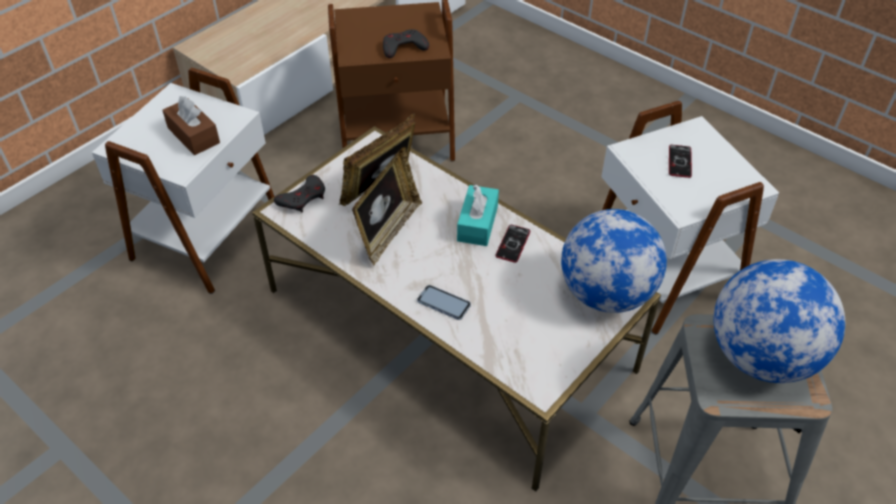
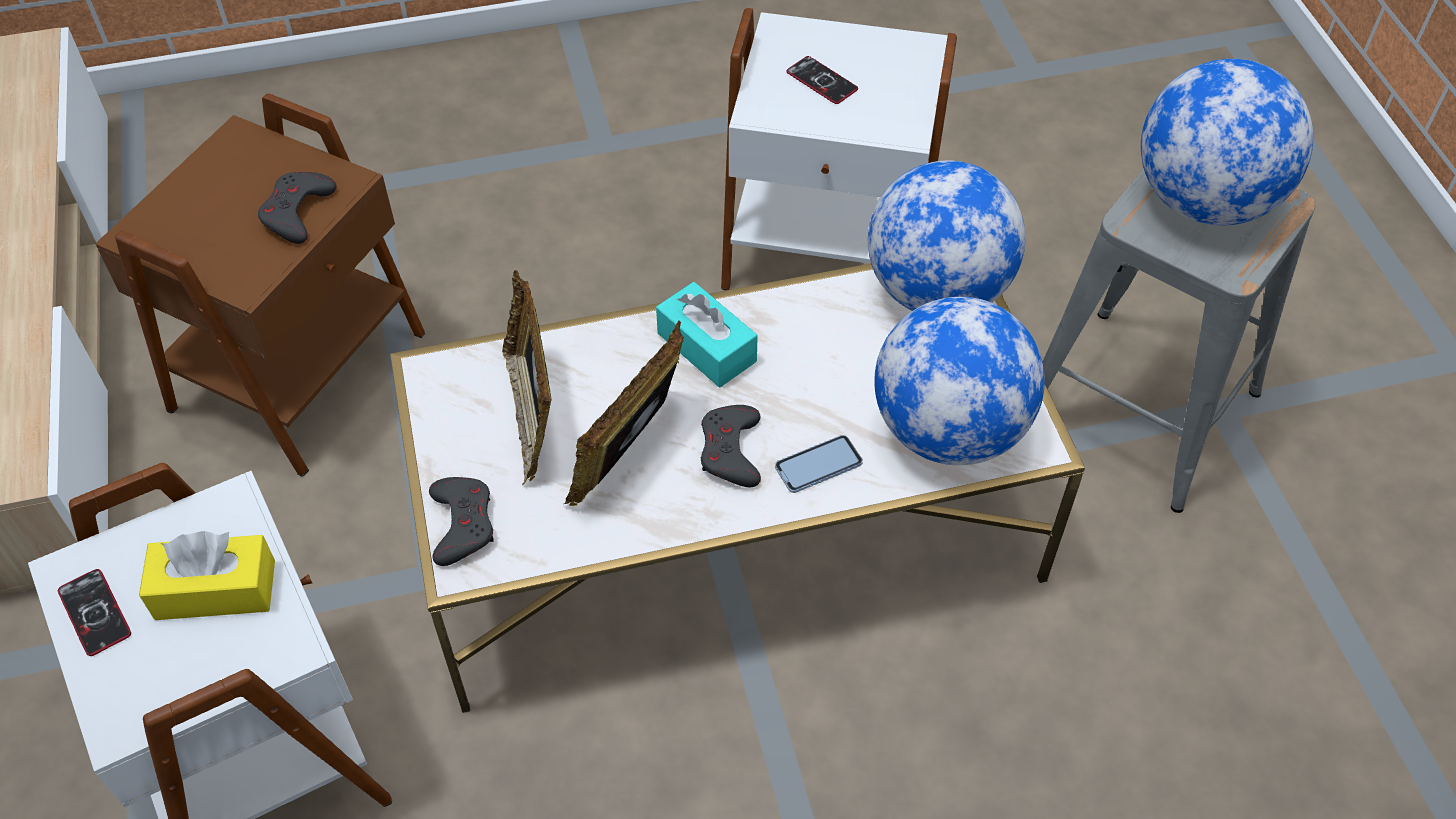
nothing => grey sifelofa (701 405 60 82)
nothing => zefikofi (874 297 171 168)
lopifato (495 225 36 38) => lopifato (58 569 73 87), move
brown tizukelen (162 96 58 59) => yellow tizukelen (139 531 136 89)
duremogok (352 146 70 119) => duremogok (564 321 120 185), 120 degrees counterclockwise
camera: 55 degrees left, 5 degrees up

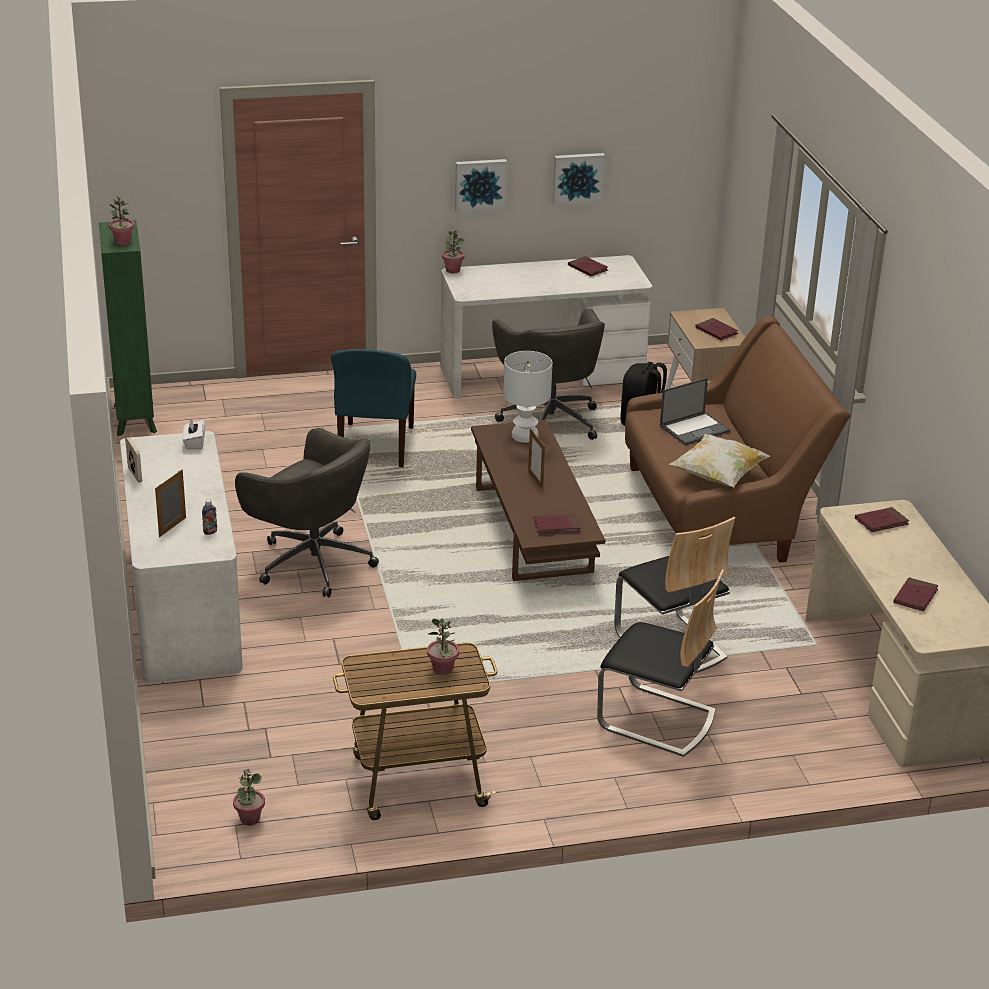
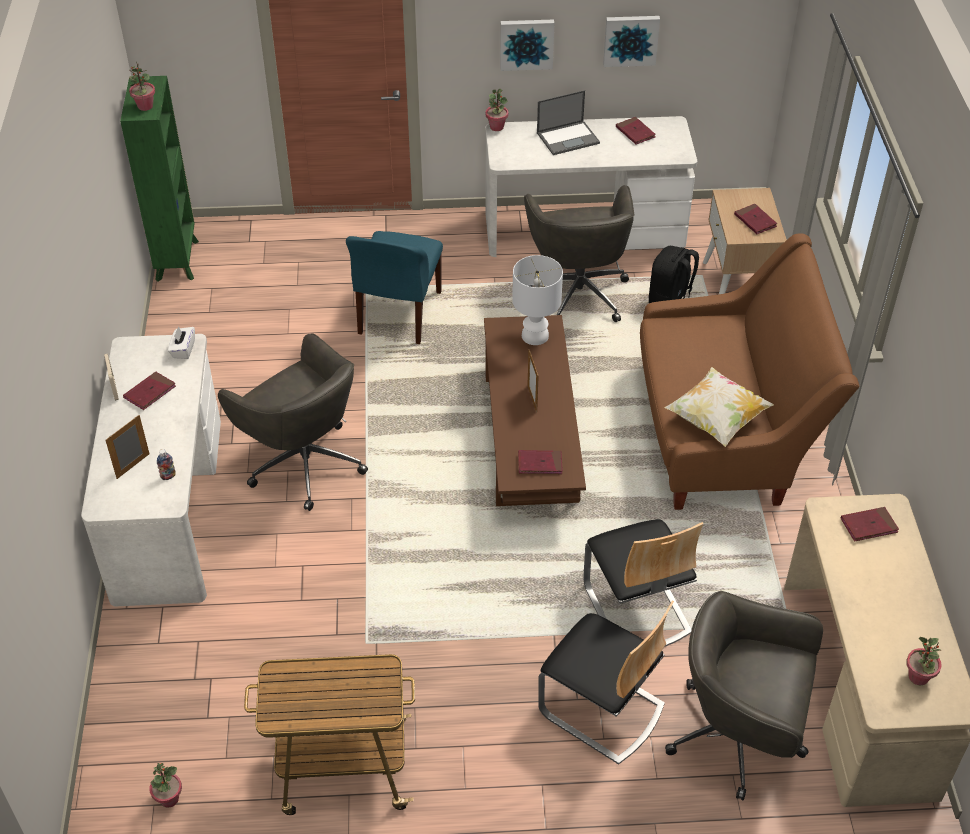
nothing => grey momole (665 591 158 209)
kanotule (427 618 32 57) => kanotule (906 637 36 48), move
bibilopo (660 378 70 67) => bibilopo (537 90 63 65), move
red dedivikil (893 577 46 34) => red dedivikil (123 372 53 38), move
camera: 10 degrees right, 15 degrees up

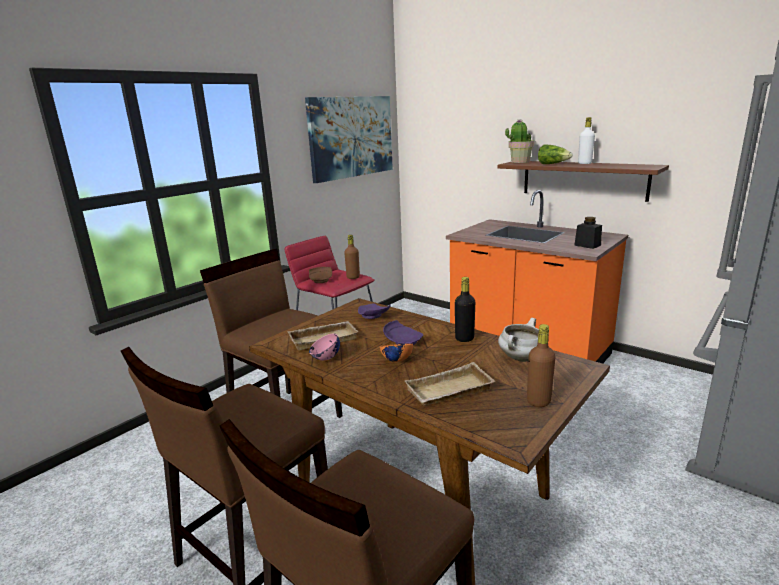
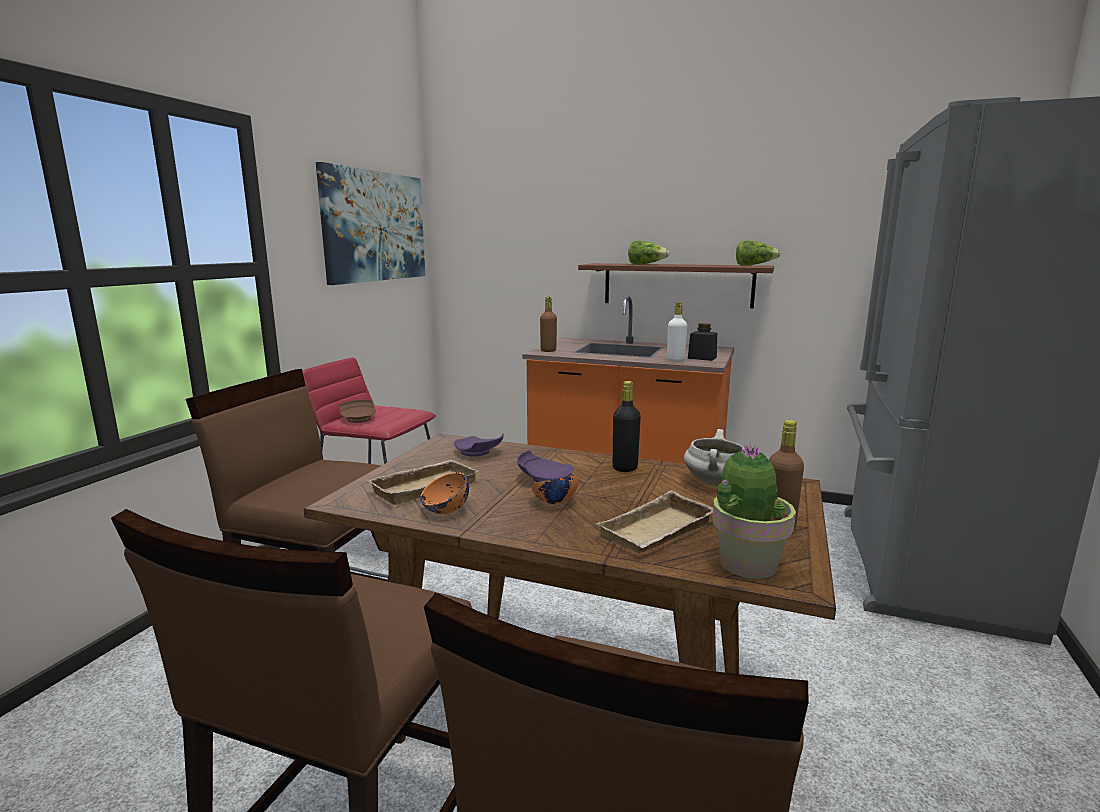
nothing => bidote (736 241 45 25)
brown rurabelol (344 235 16 44) => brown rurabelol (540 297 17 55), move
kanotule (505 119 29 44) => kanotule (712 444 84 135), move
white rurabelol (578 117 17 47) => white rurabelol (667 302 20 60), move
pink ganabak (309 334 31 26) => orange ganabak (420 472 49 42)
camera: 20 degrees left, 5 degrees down

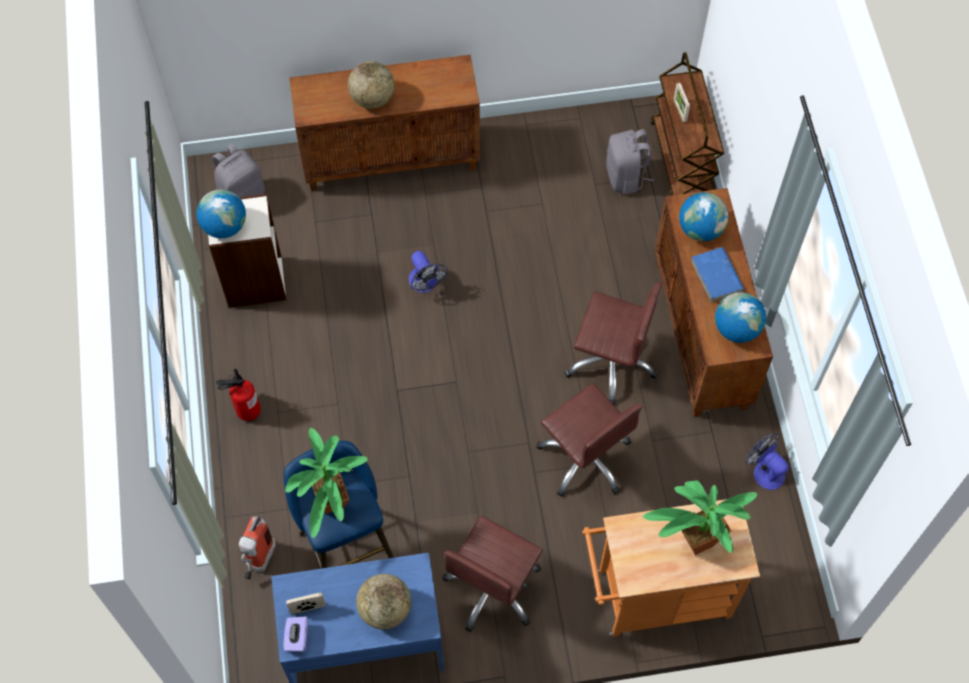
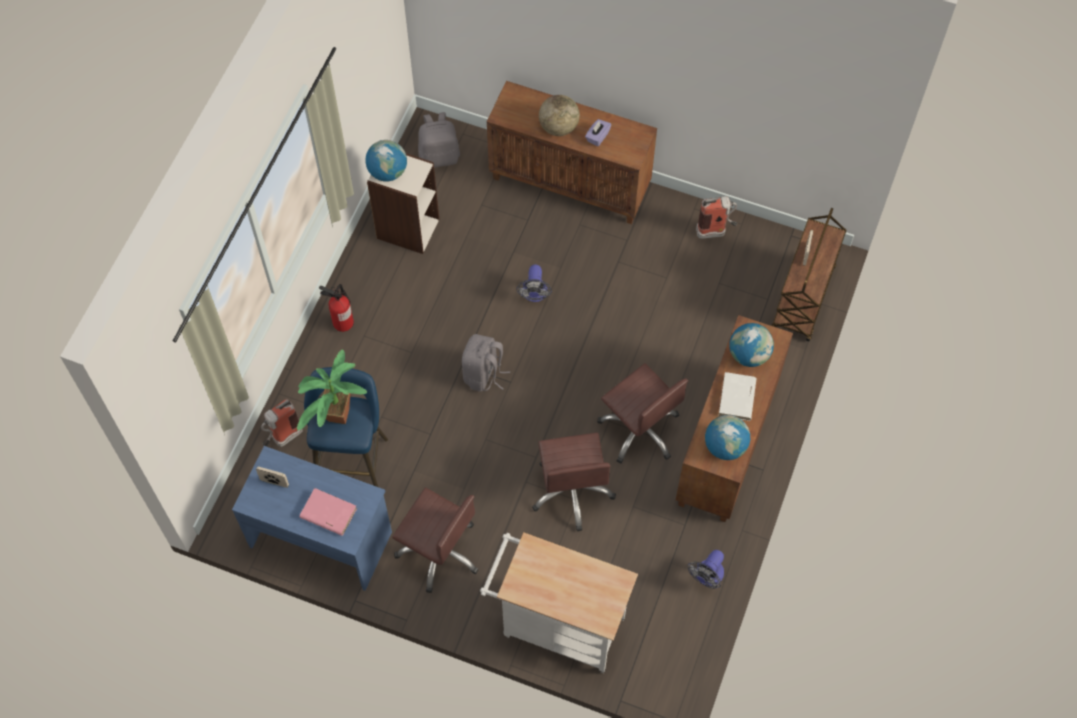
kanotule (643 480 114 75) => nothing
nothing => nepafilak (696 196 41 43)
purple tizukelen (284 617 24 35) => purple tizukelen (585 119 26 28), move
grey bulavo (606 129 48 65) => grey bulavo (462 334 48 58), move
zefikofi (356 574 55 55) => pink dedivikil (300 488 57 48)
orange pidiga (582 499 178 138) => white pidiga (480 532 158 141)
blue dedivikil (691 247 54 56) => white dedivikil (719 372 37 49)
brown momole (443 516 100 116) => brown momole (392 488 87 105), 120 degrees counterclockwise
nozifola (746 433 43 57) => nozifola (688 550 36 39), 135 degrees counterclockwise
camera: 30 degrees right, 0 degrees up

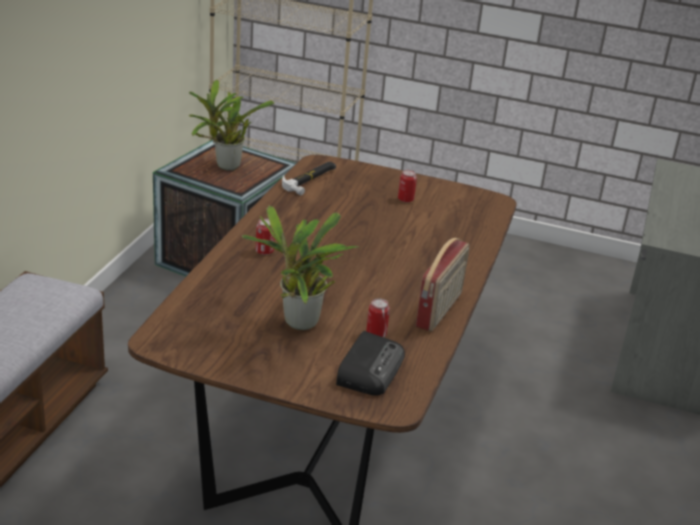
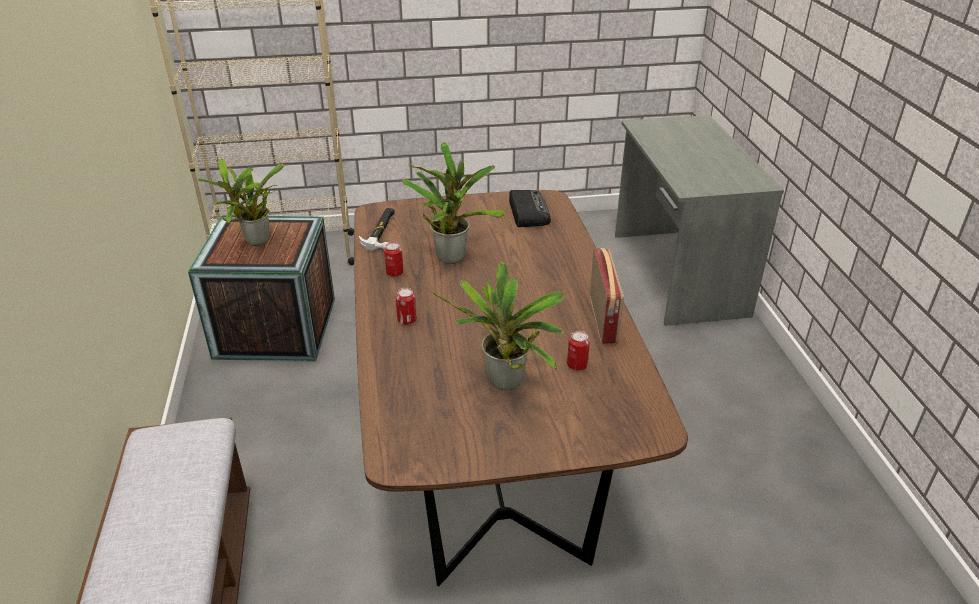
nothing => kanotule (402 142 103 122)
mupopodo (336 331 69 64) => mupopodo (509 190 42 37), move
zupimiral (398 170 19 33) => zupimiral (384 242 19 35), move
camera: 25 degrees left, 5 degrees up

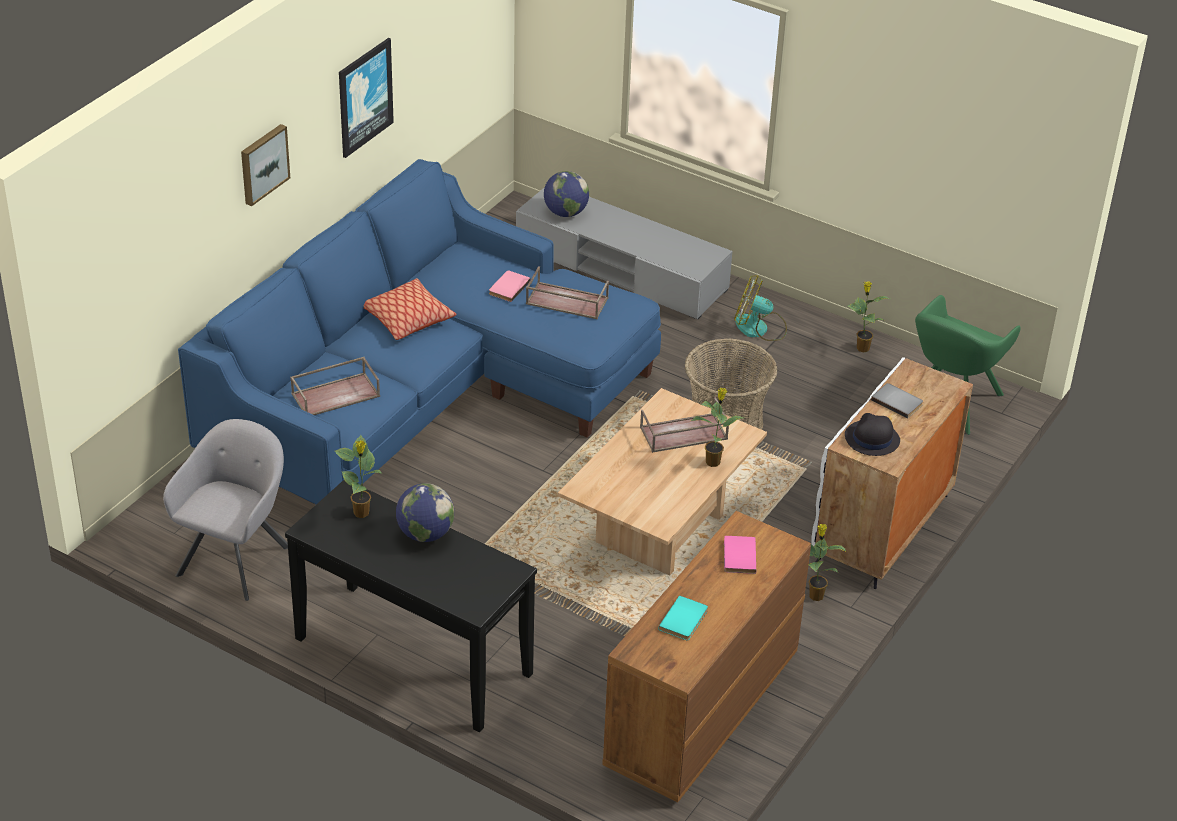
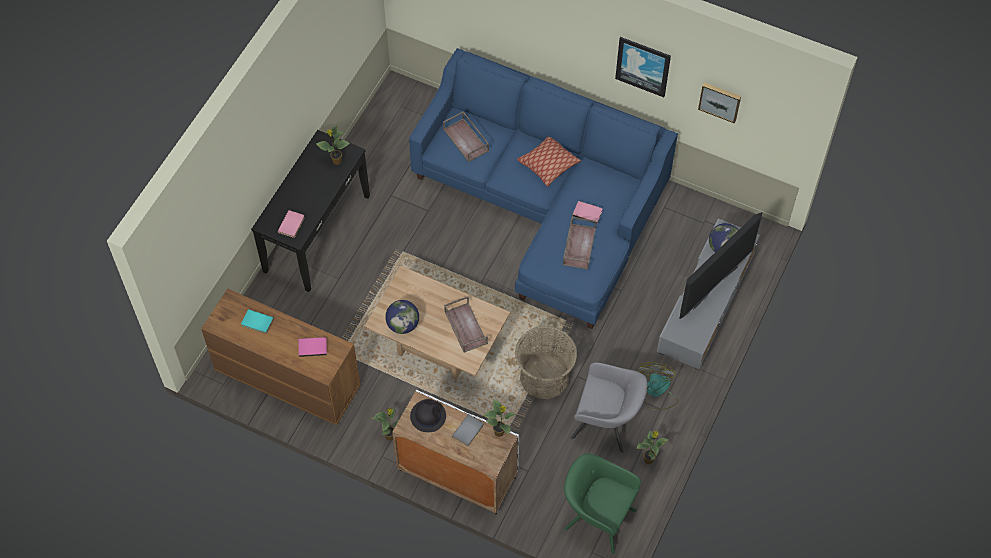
nothing => pink dedivikil (278 210 27 28)
nothing => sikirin (679 212 83 107)
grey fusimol (163 419 125 182) => grey fusimol (571 362 76 91), move
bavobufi (241 124 49 82) => bavobufi (698 82 43 41), move
zefikofi (396 483 58 59) => zefikofi (385 300 34 34), move
kanotule (691 388 53 79) => kanotule (483 399 33 38), move
camera: 85 degrees right, 20 degrees up

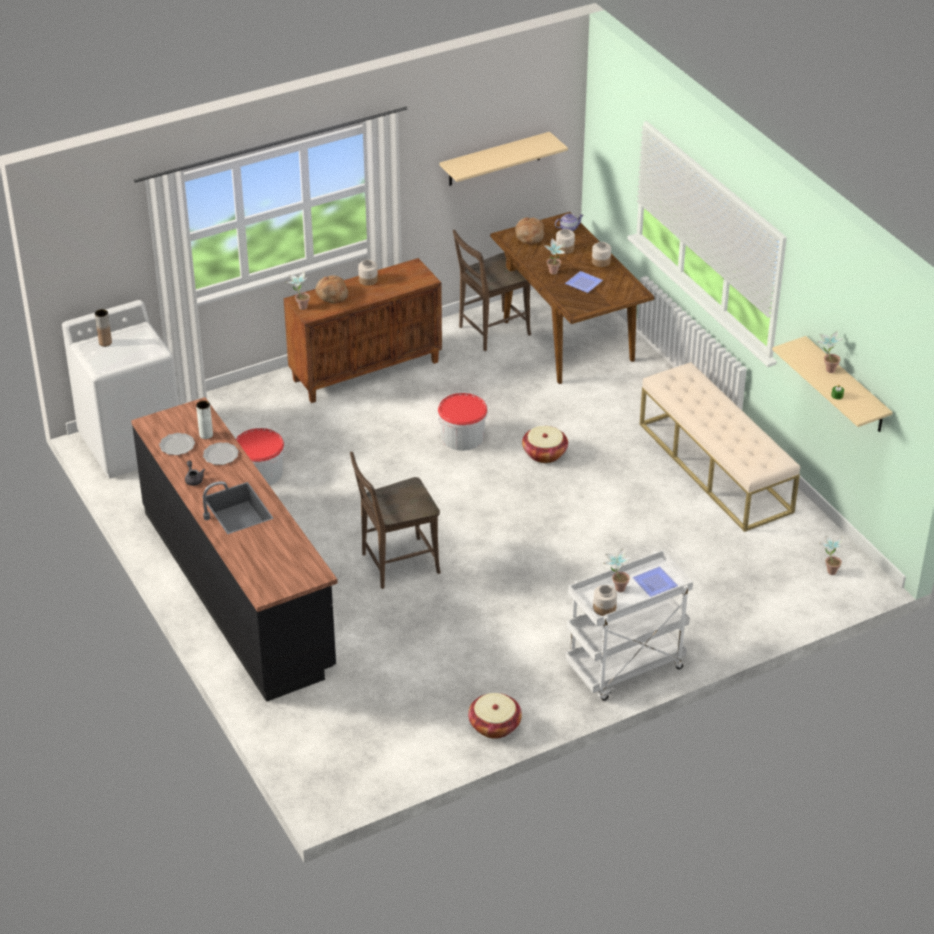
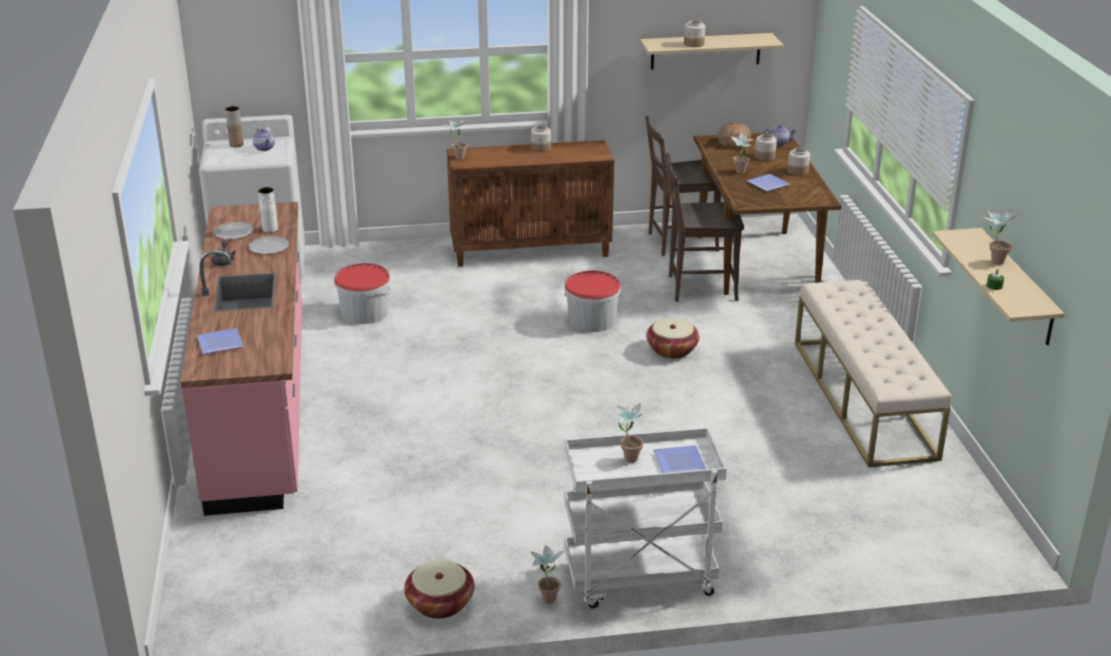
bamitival (315 275 33 29) => nothing
nothing => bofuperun (197 328 47 26)
nothing => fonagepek (253 128 22 23)
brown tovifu (350 452 91 137) => brown tovifu (665 153 79 149), move
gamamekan (593 585 24 31) => gamamekan (684 20 21 27), move
kanotule (818 536 25 39) => kanotule (530 545 34 59), move
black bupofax (131 397 207 305) => pink bupofax (181 202 121 314)
camera: 20 degrees right, 10 degrees down

